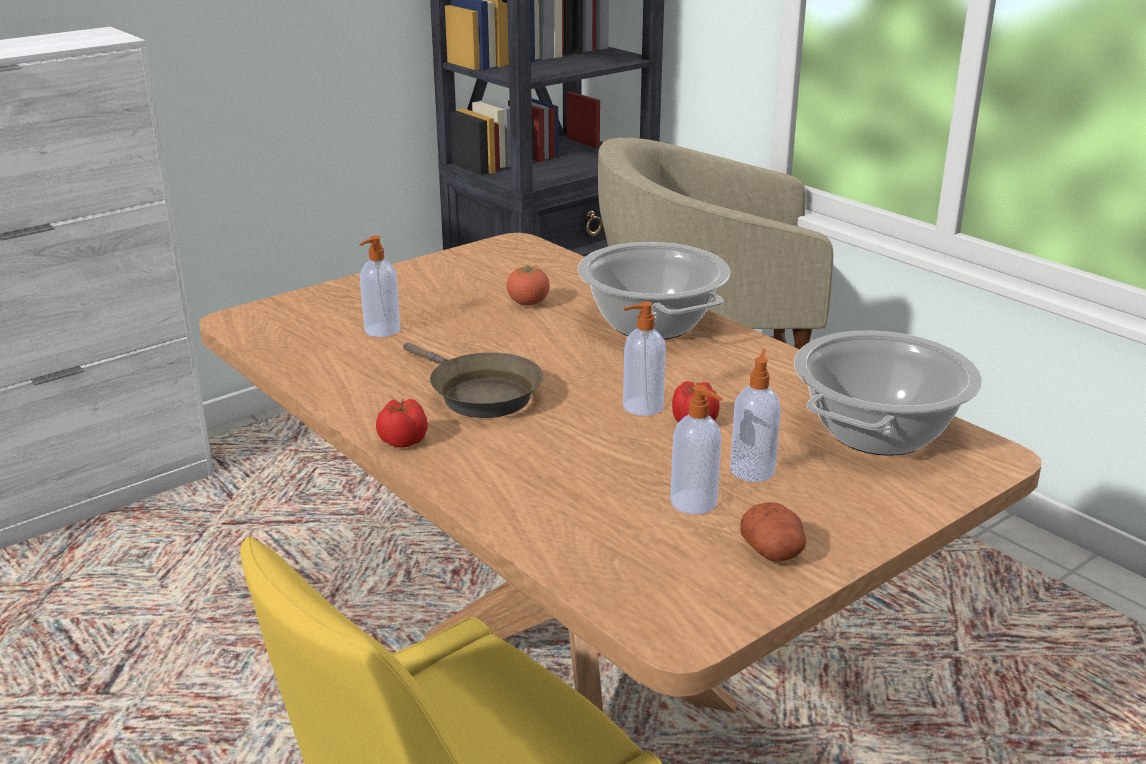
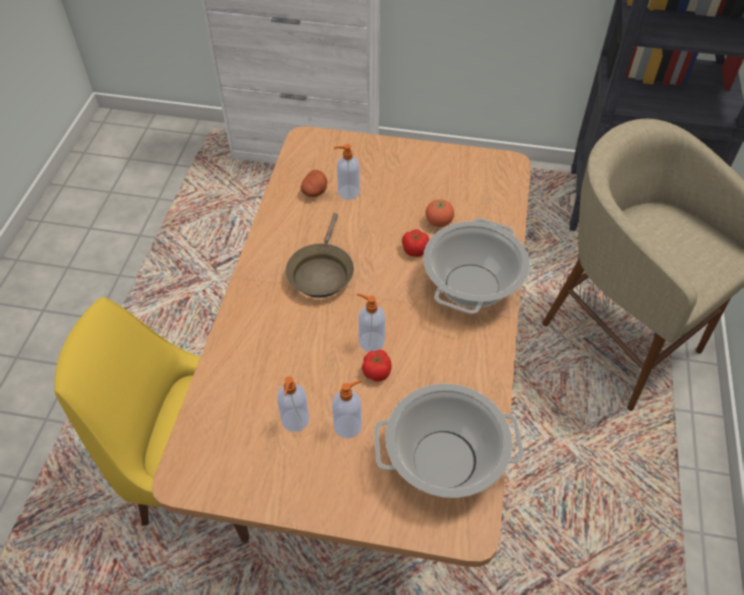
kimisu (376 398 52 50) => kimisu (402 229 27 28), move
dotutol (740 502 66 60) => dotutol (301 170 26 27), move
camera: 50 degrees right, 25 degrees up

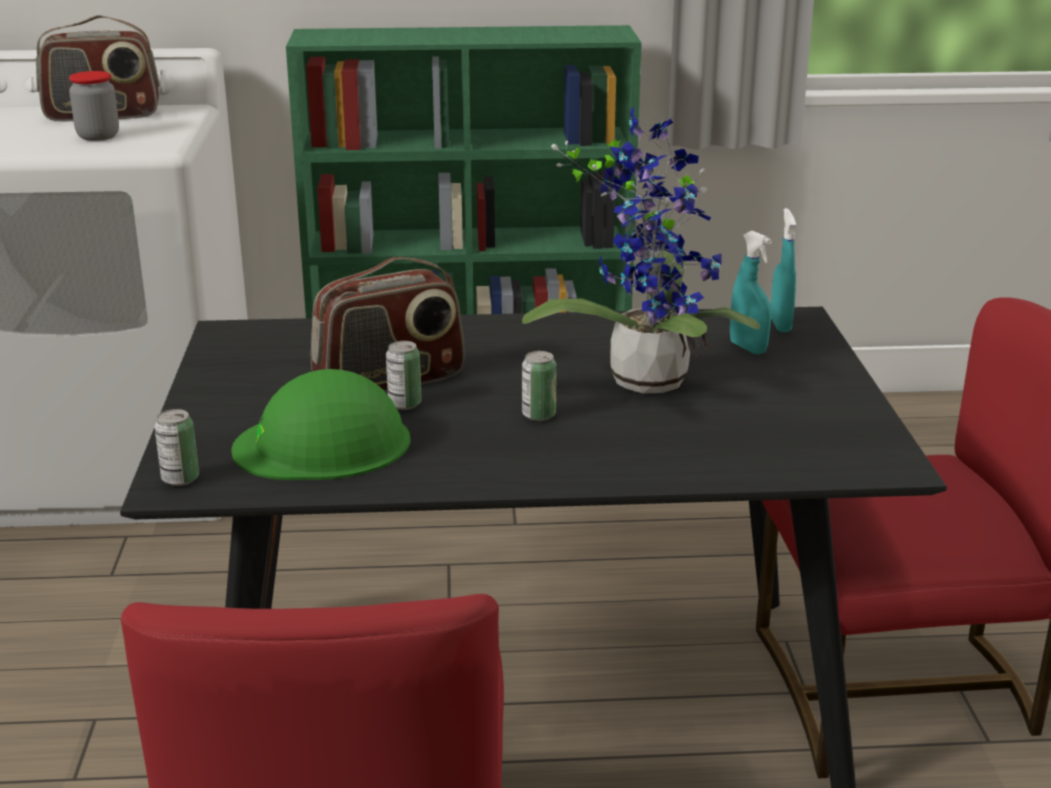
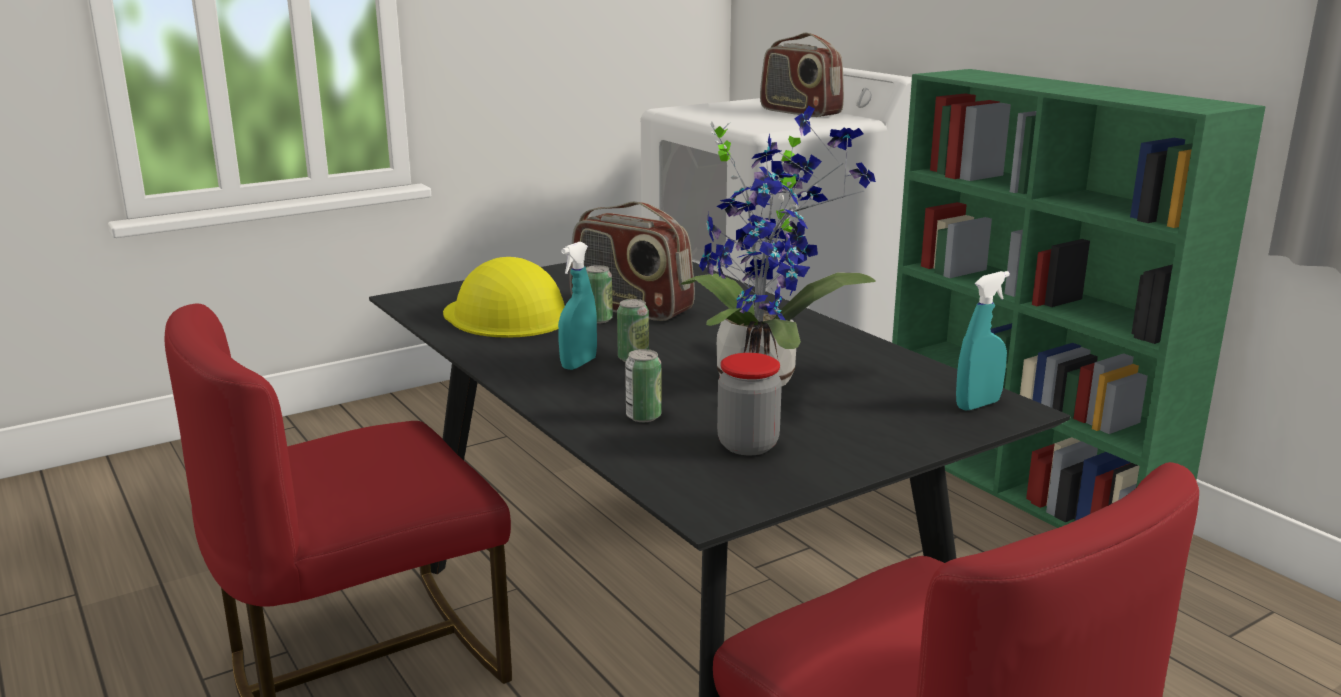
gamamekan (69 71 50 70) => gamamekan (717 353 65 102), move
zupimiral (154 409 45 77) => zupimiral (625 349 37 73), move
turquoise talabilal (730 231 42 123) => turquoise talabilal (558 242 39 128), move
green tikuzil (231 369 180 111) => yellow tikuzil (443 257 122 81)
camera: 60 degrees right, 5 degrees down

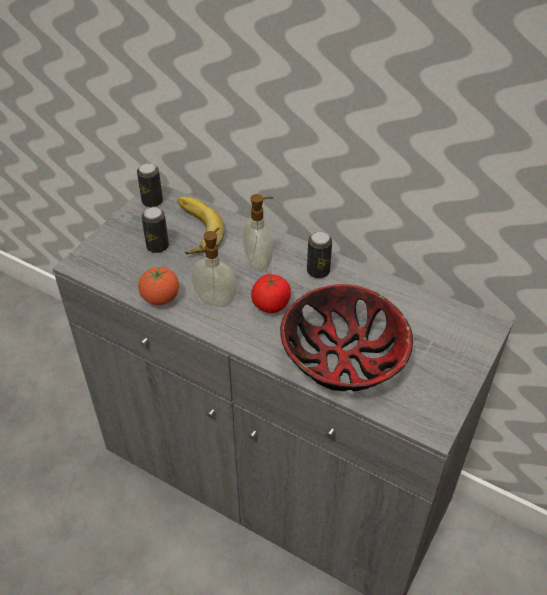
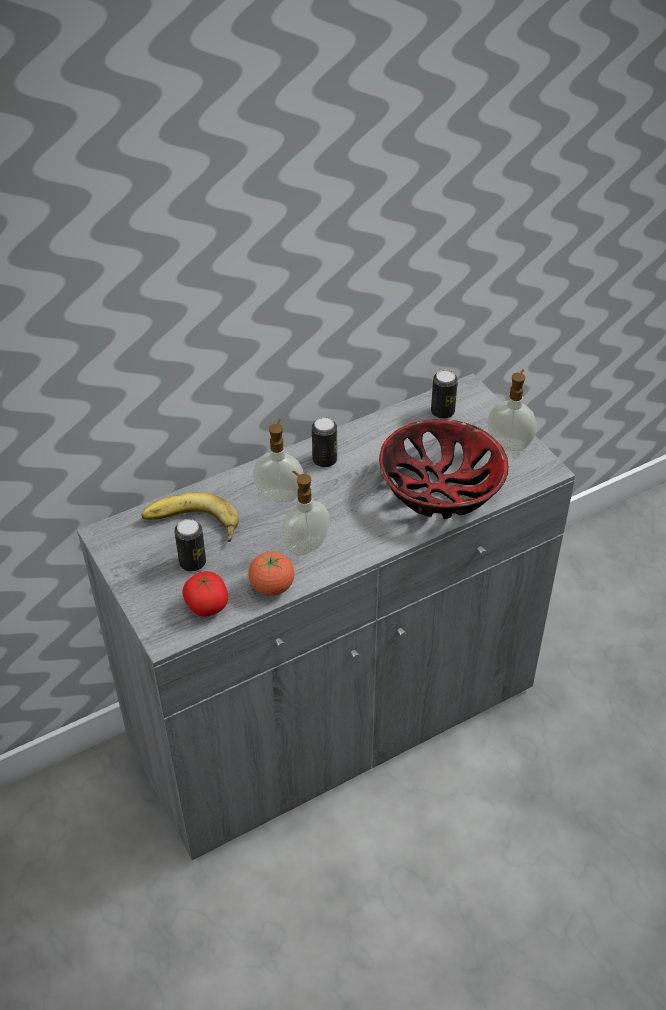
nothing => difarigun (487 369 49 83)
zupimiral (137 163 26 44) => zupimiral (431 370 27 49), move
kimisu (251 274 40 39) => kimisu (182 571 46 46), move
camera: 60 degrees left, 0 degrees up

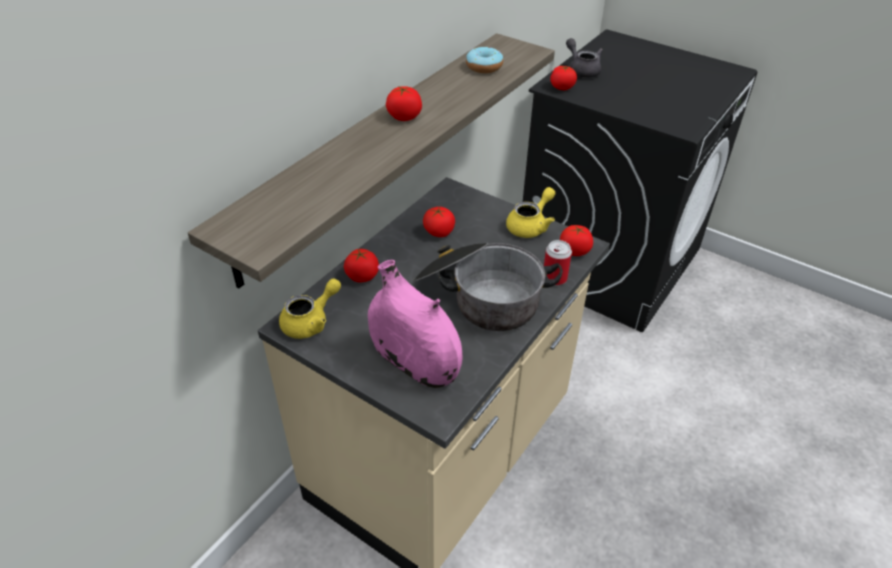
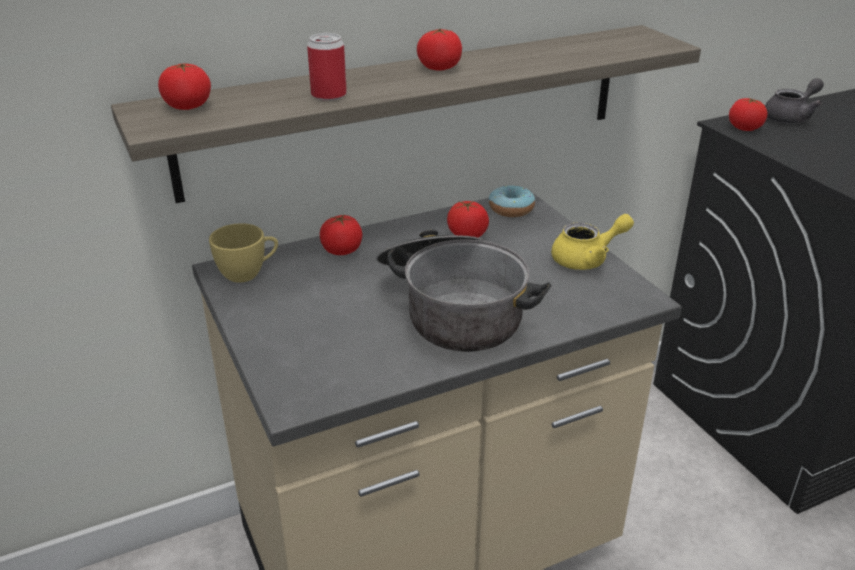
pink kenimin (368 260 94 128) => nothing
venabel (466 47 37 26) => venabel (489 185 46 32), move
zupimiral (544 240 28 46) => zupimiral (307 33 40 68), move
kimisu (560 225 33 31) => kimisu (158 63 53 47), move
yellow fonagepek (279 278 62 61) => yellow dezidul (209 223 69 60)
grey fonagepek (566 38 37 40) => grey fonagepek (765 78 59 46), 60 degrees clockwise
camera: 30 degrees right, 10 degrees down

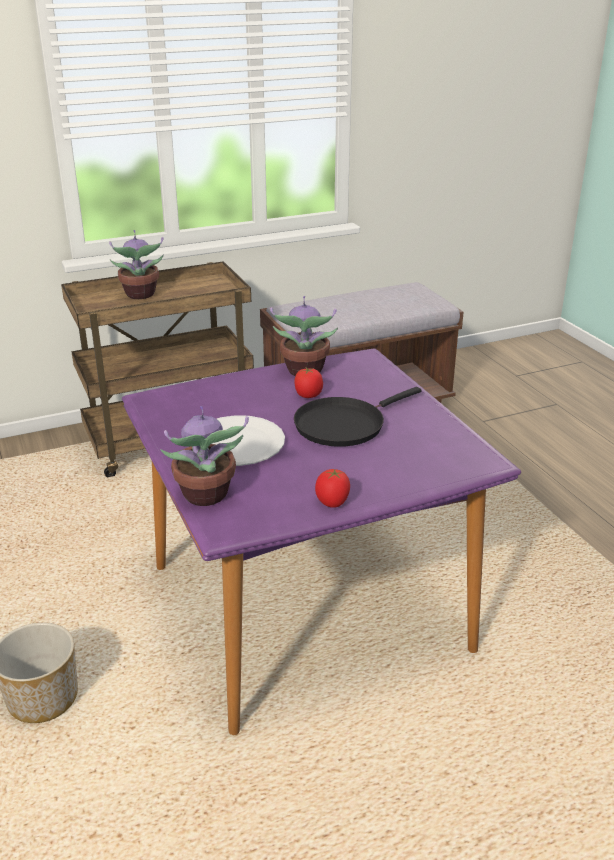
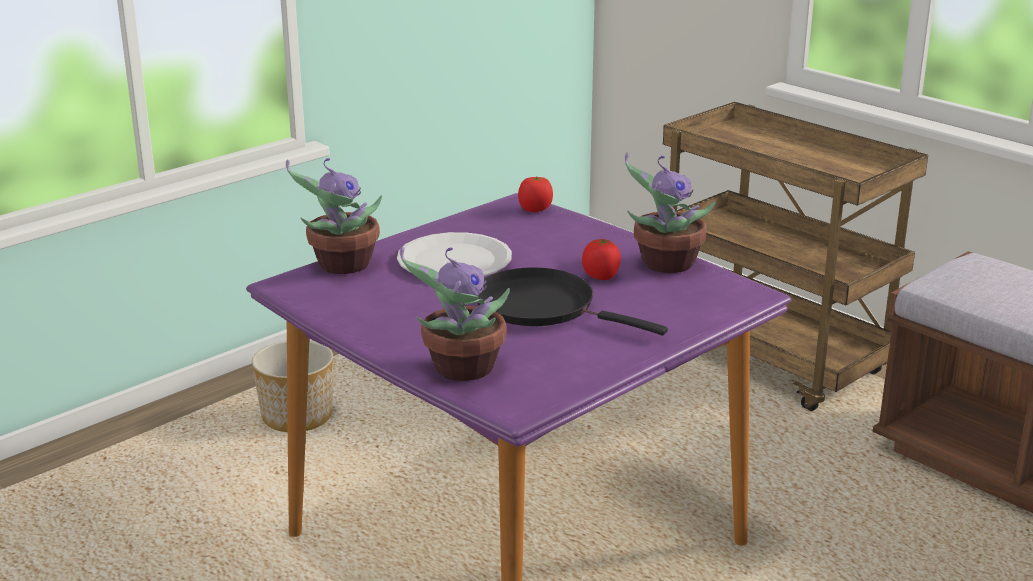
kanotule (109 230 55 69) => kanotule (400 247 110 134), move
kimisu (315 469 35 39) => kimisu (518 176 35 36), move
camera: 70 degrees right, 5 degrees down

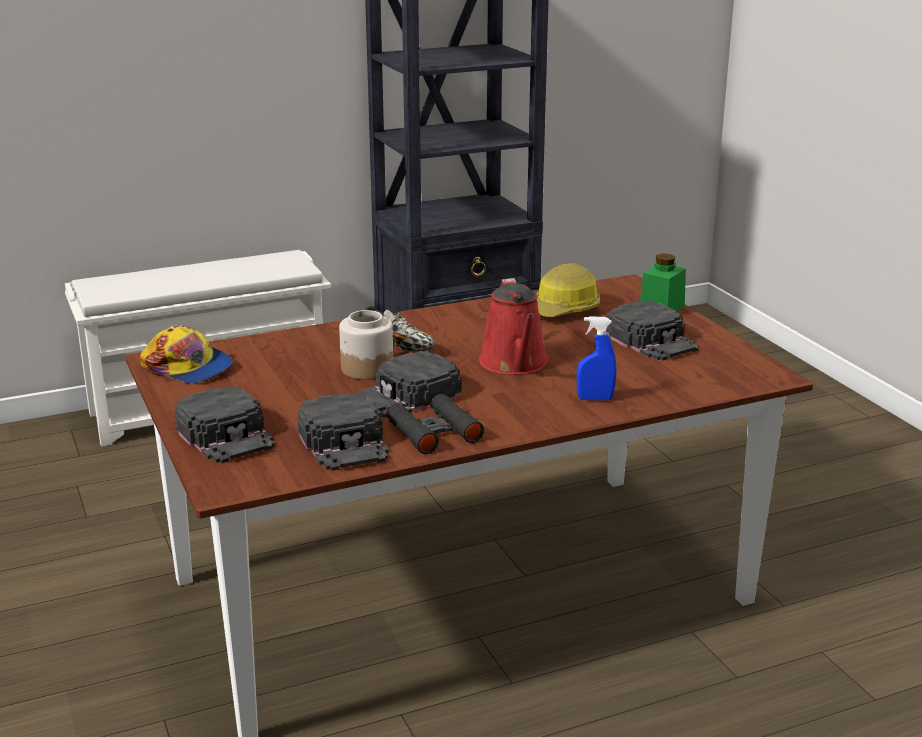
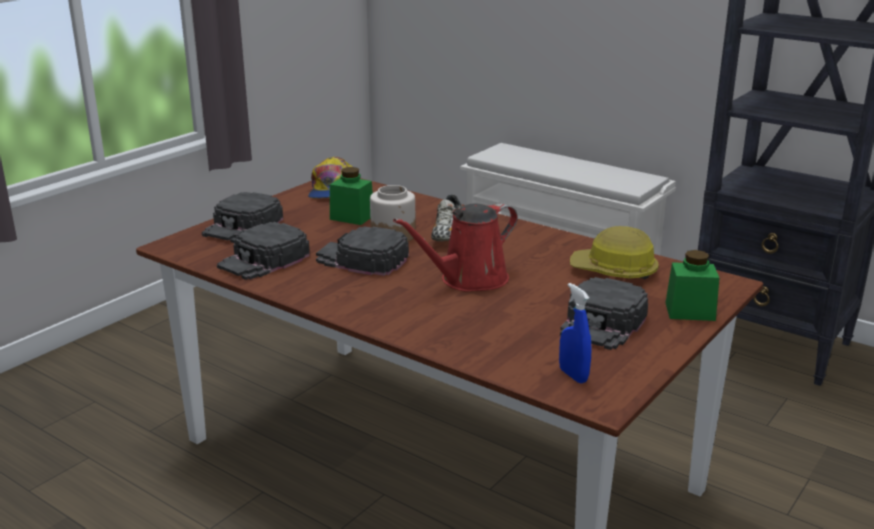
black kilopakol (387 394 97 60) => nothing
nothing => green gamamekan (330 167 43 58)
blue talabilal (577 316 39 84) => blue talabilal (559 283 33 100), move
camera: 60 degrees right, 0 degrees up

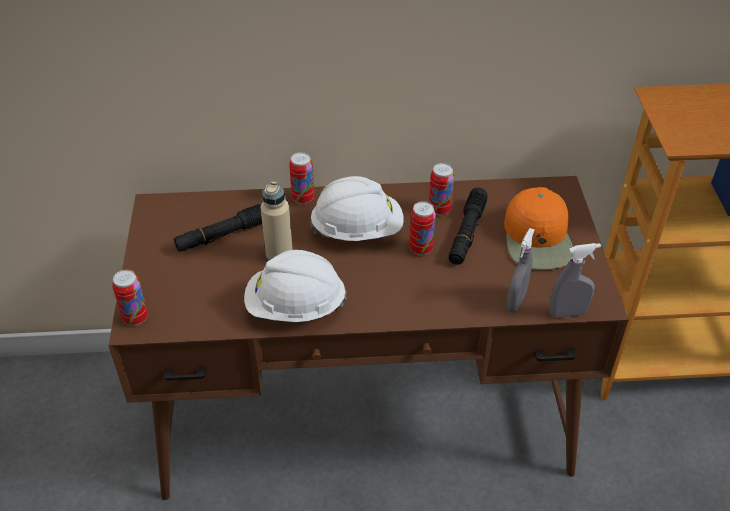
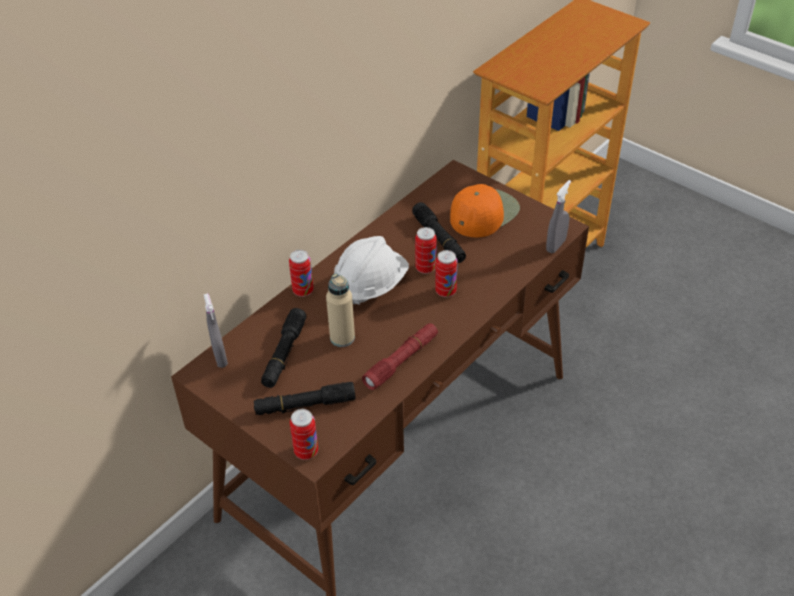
nothing => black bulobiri (254 382 102 33)
zupimiral (429 163 25 52) => zupimiral (435 250 23 47), move
grey talabilal (506 228 29 84) => grey talabilal (204 293 24 75), move
white tikuzil (244 250 103 72) => red bulobiri (362 323 76 67)
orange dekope (504 187 70 82) => orange dekope (450 184 70 53), 90 degrees counterclockwise
camera: 45 degrees left, 0 degrees up

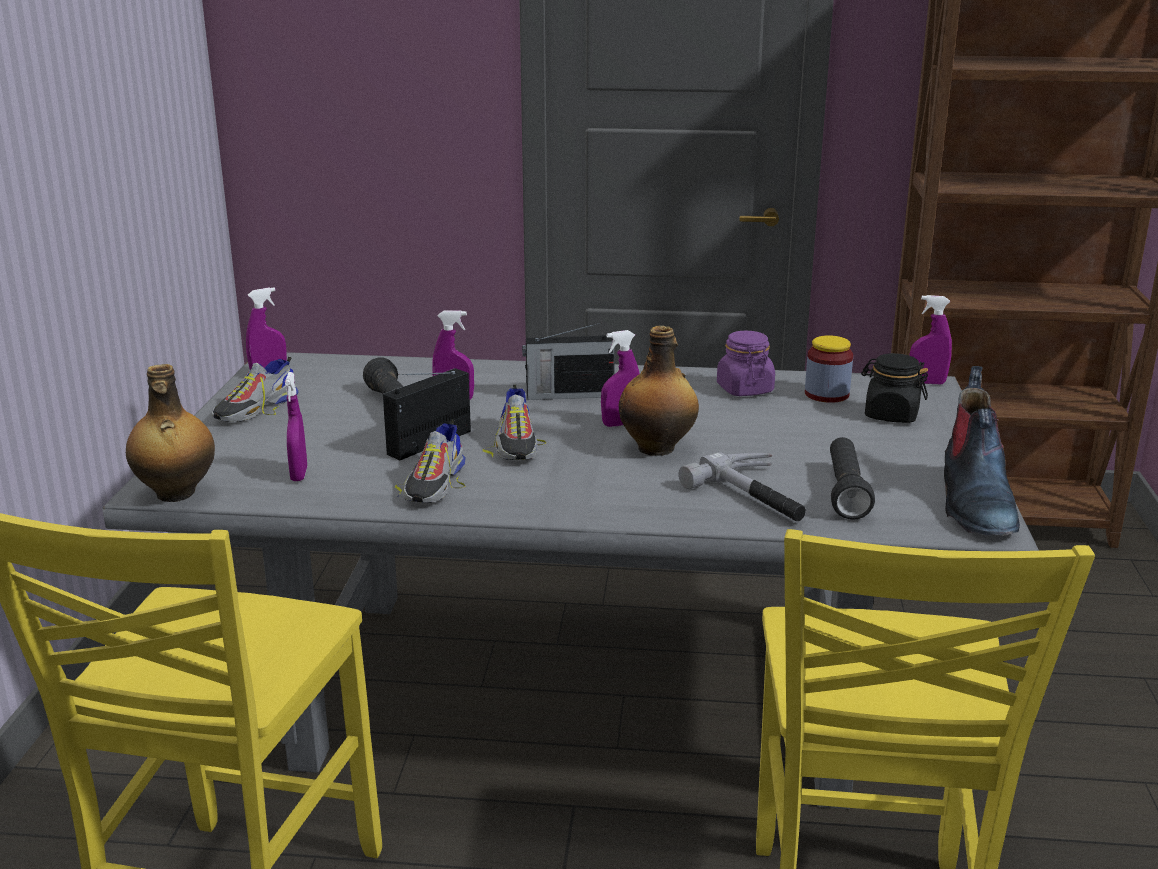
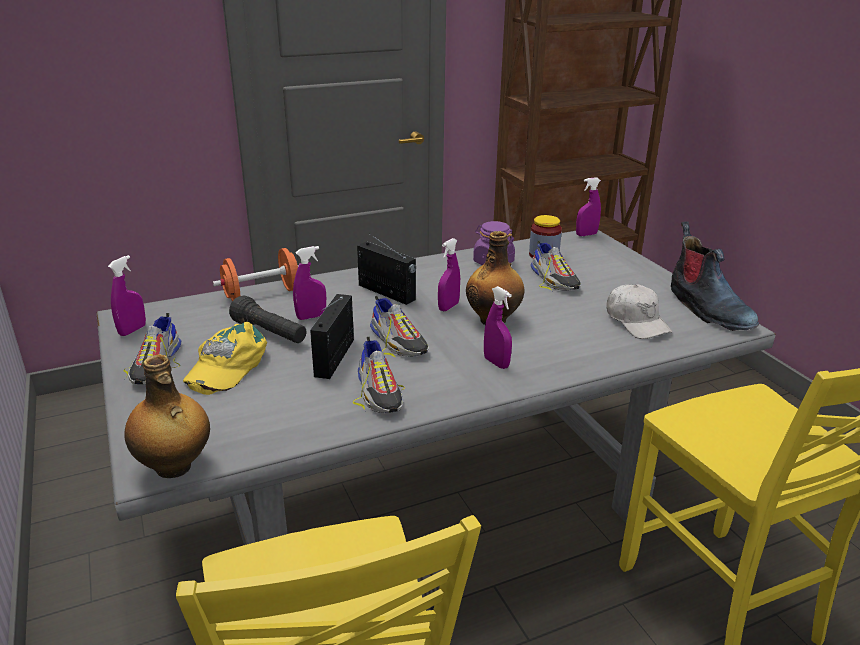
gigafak (679 452 127 69) => nothing
black gamamekan (861 353 67 70) => nothing
nothing => yellow dekope (183 322 84 73)
nothing => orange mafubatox (213 248 86 53)
nothing => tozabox (530 241 51 50)
purple talabilal (285 372 22 109) => purple talabilal (484 286 28 83), move
black bulobiri (830 437 45 83) => white dekope (606 285 66 54)
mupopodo (522 323 93 77) => mupopodo (357 233 59 72), 105 degrees counterclockwise
camera: 30 degrees left, 5 degrees up

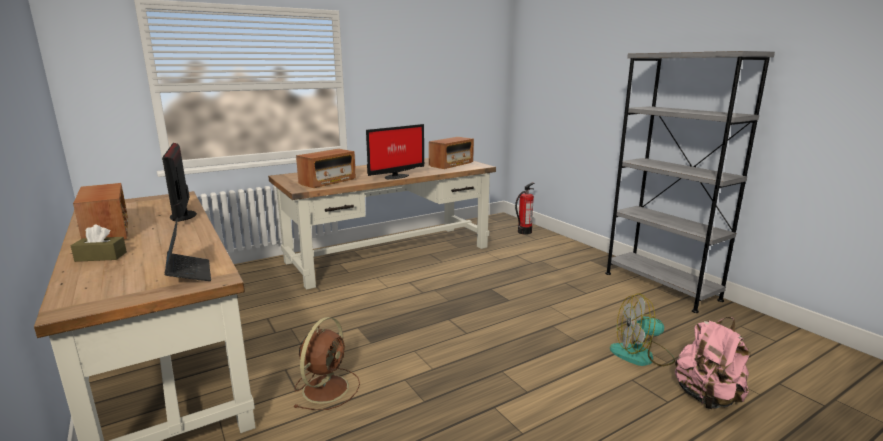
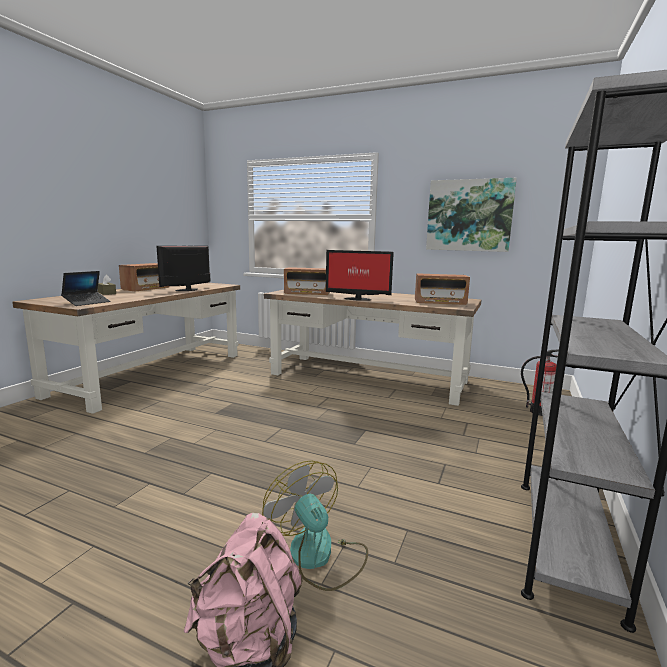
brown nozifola (293 317 67 93) => nothing
nothing => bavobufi (426 178 91 74)
camera: 55 degrees right, 5 degrees down

